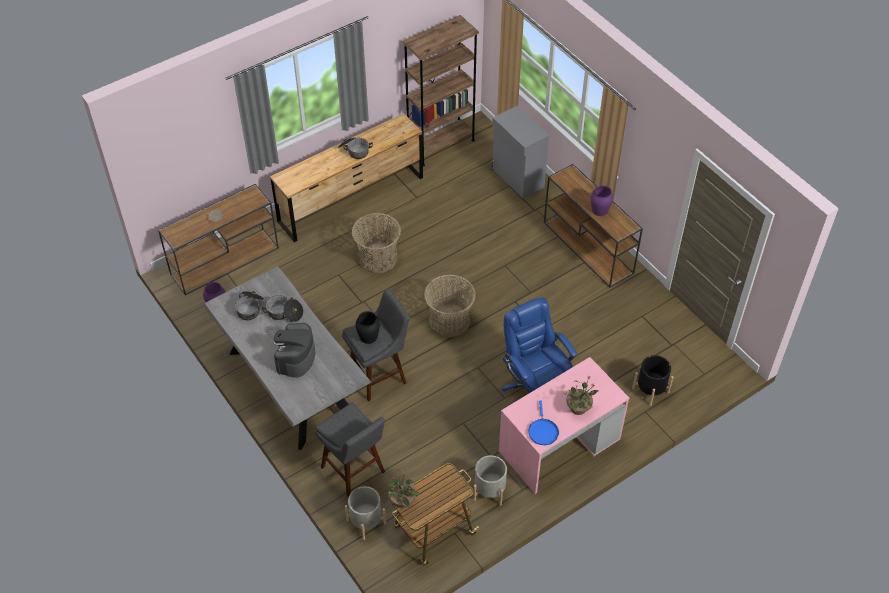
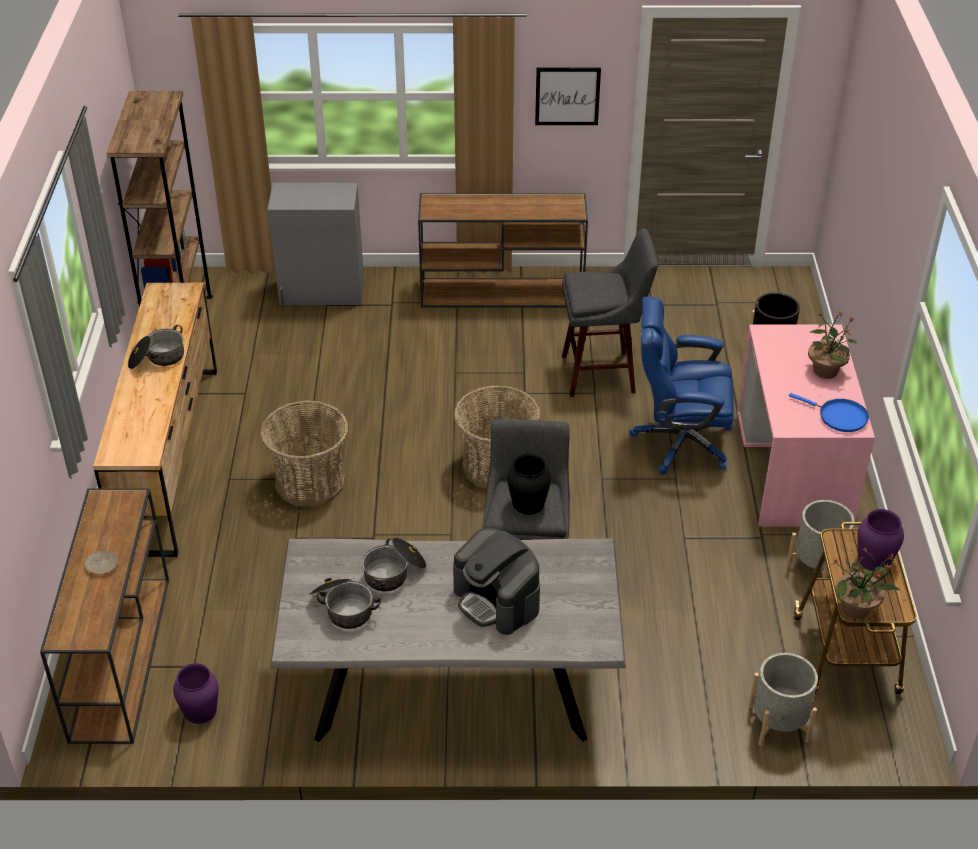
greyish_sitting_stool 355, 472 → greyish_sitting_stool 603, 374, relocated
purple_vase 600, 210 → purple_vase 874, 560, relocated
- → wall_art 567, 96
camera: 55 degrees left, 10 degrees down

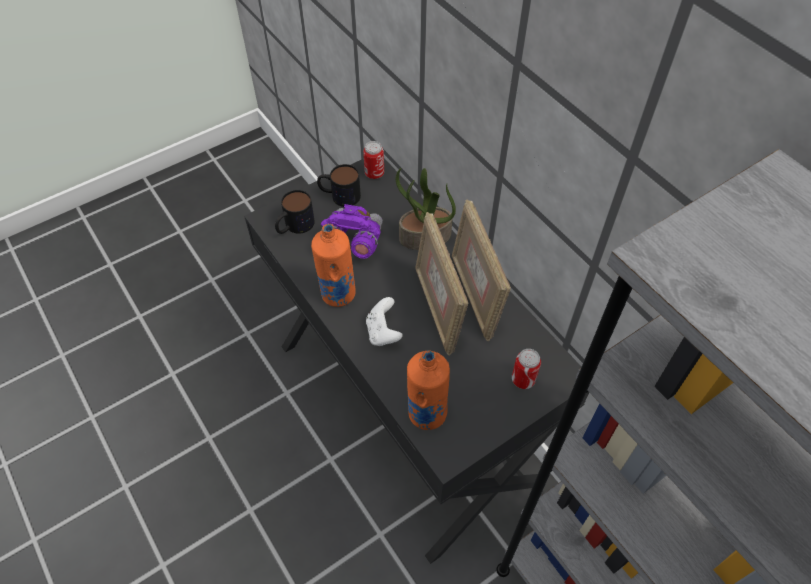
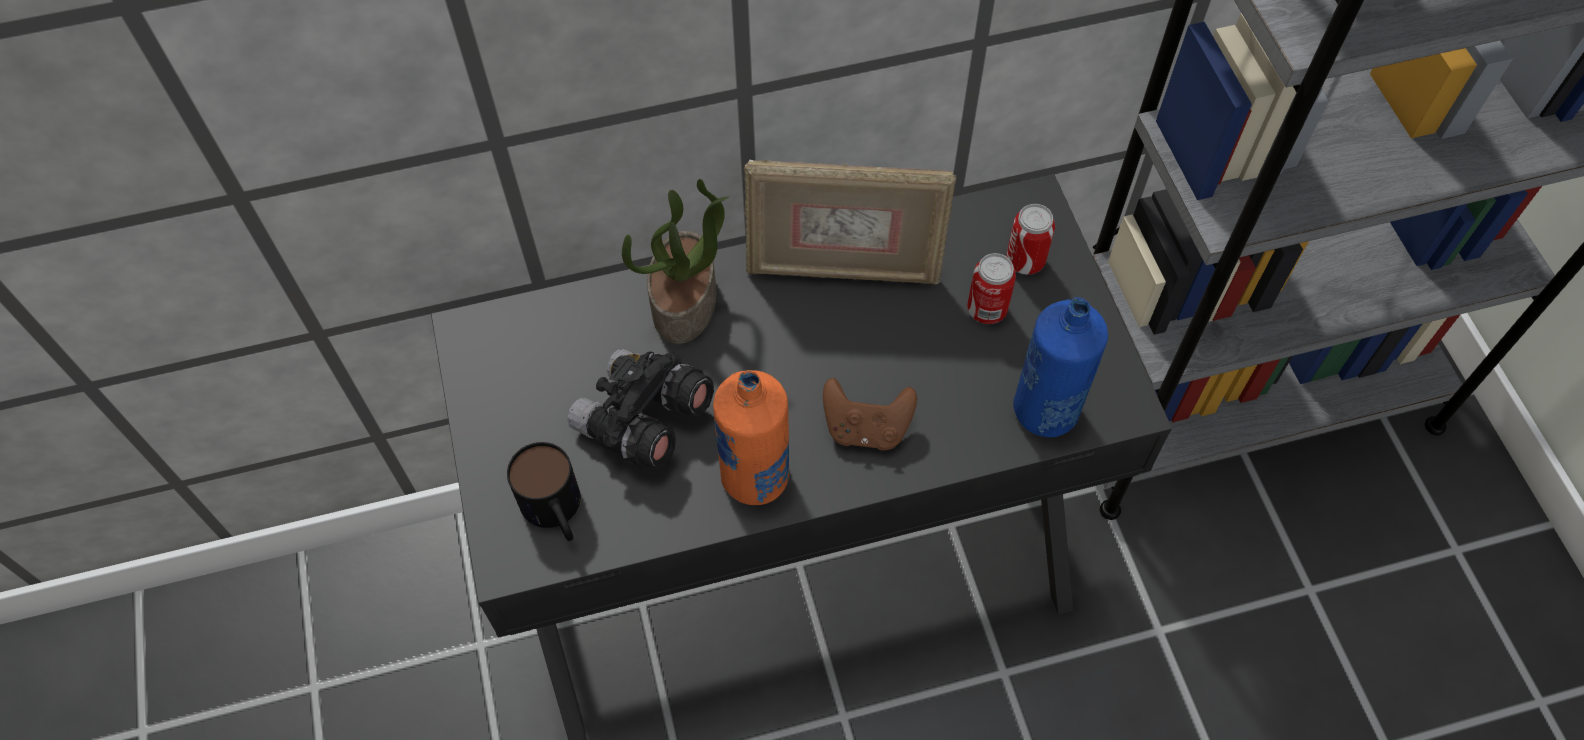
tea_mug 339, 195 → -
purple_field_glasses 352, 242 → black_field_glasses 643, 422
can 374, 173 → can 986, 310, relocated
white-coloured_gamepad 383, 332 → brownish_gamepad 866, 428
orange-coloured_drink_bottle 426, 413 → blue-coloured_drink_bottle 1045, 411
standing_frame 437, 309 → -
camera: 70 degrees left, 5 degrees up

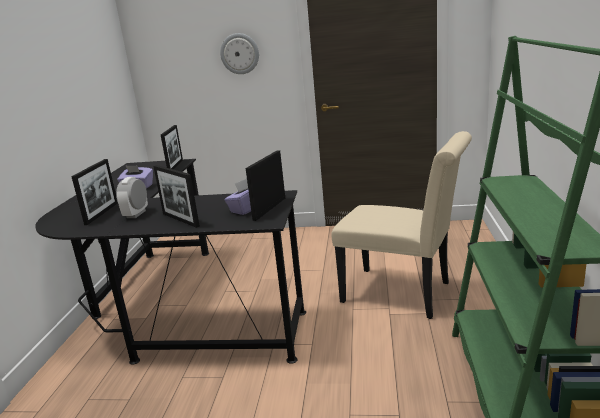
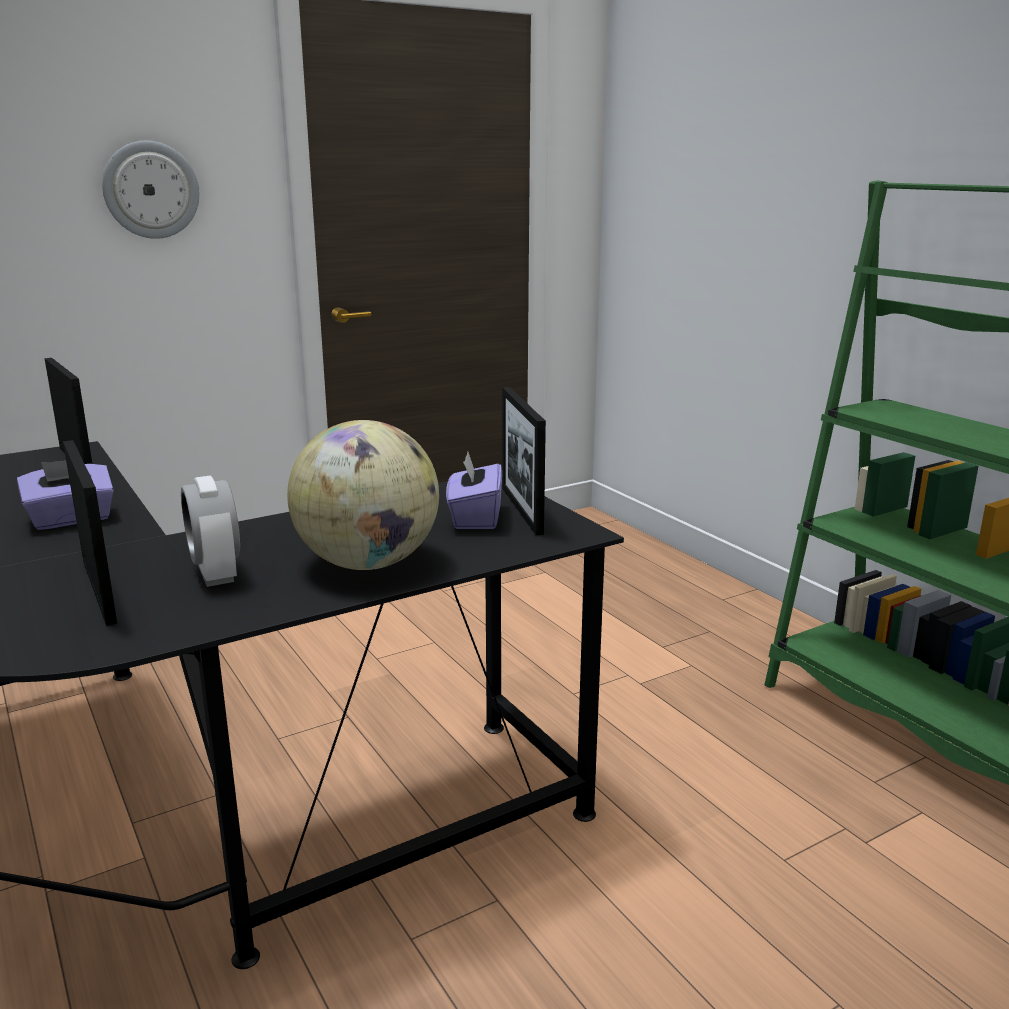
standing_frame 180, 220 → desk_globe 368, 563
sand-coloured_upright_chair 403, 294 → -
camera: 40 degrees left, 0 degrees up

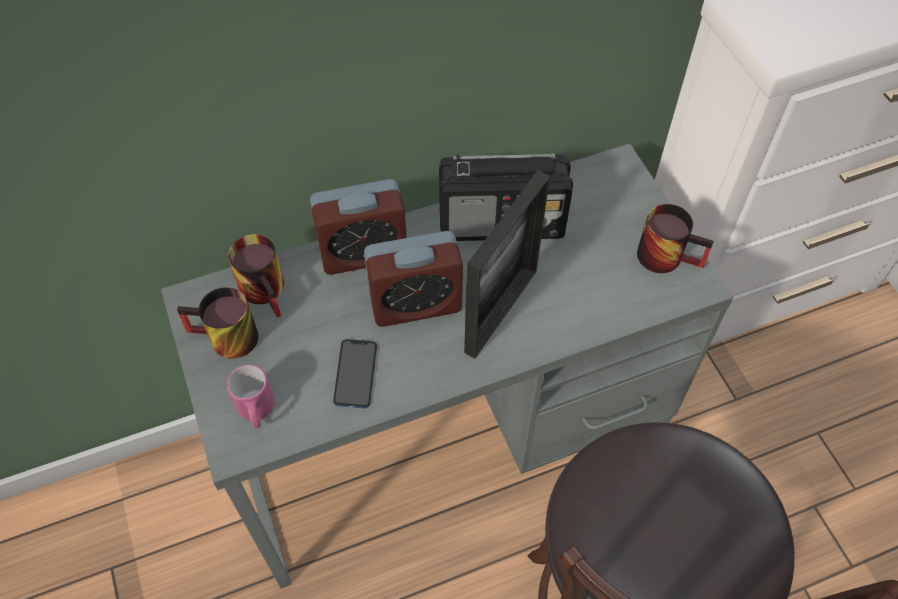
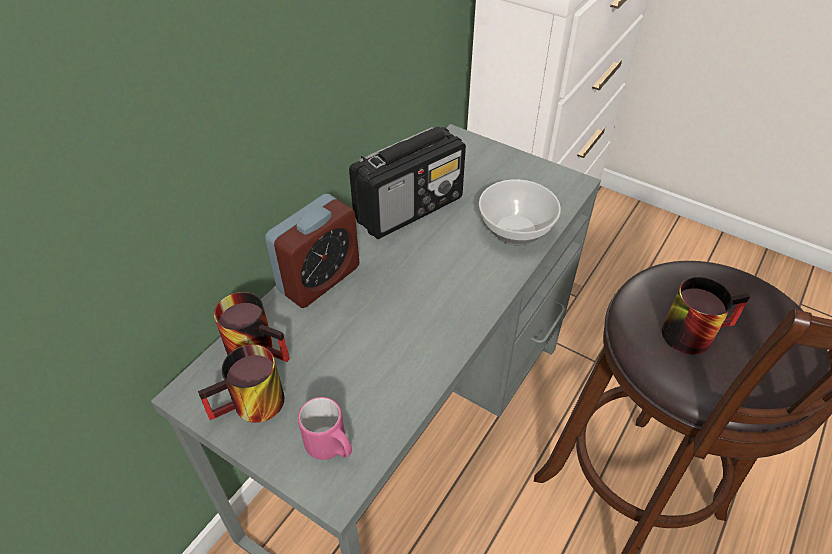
phone 355, 374 → -
alarm_clock 415, 304 → -
standing_frame 501, 311 → -
tea_mug 668, 254 → tea_mug 692, 329, relocated
- → deep_dish 514, 229
camera: 35 degrees left, 10 degrees down

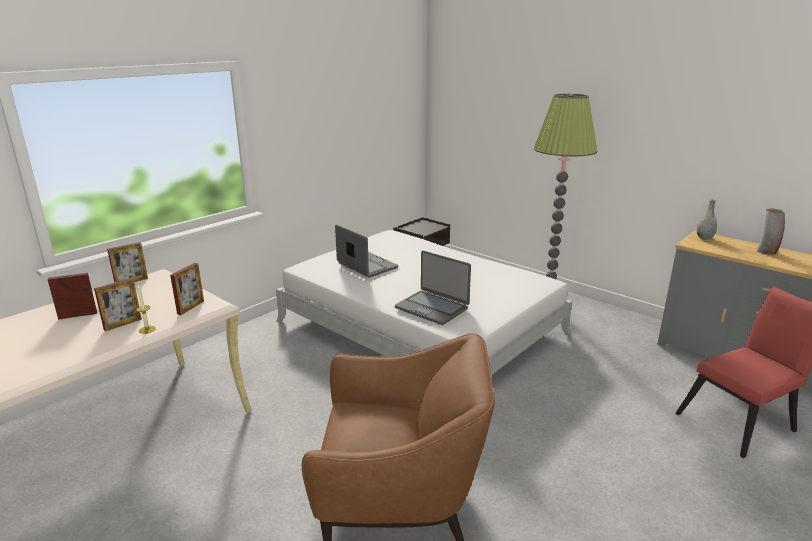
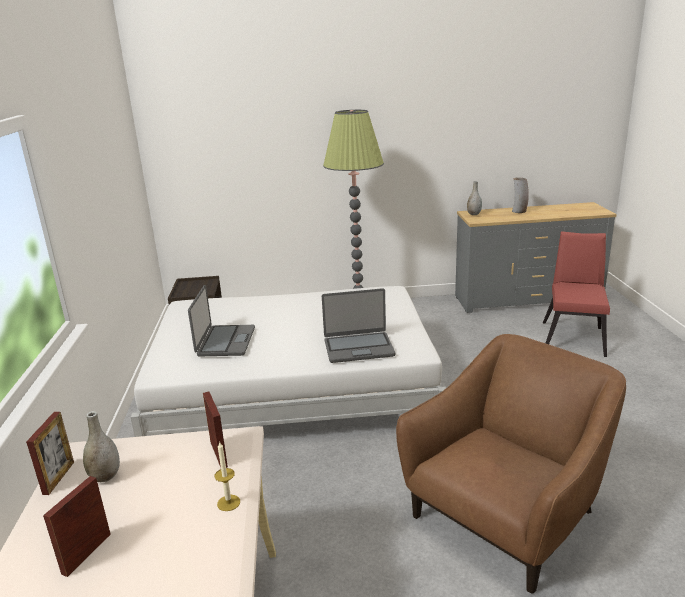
standing_frame 123, 324 → -
notebook_computer 366, 266 → notebook_computer 225, 341, 90 degrees clockwise
- → greyish_vase 105, 476
camera: 45 degrees left, 0 degrees up

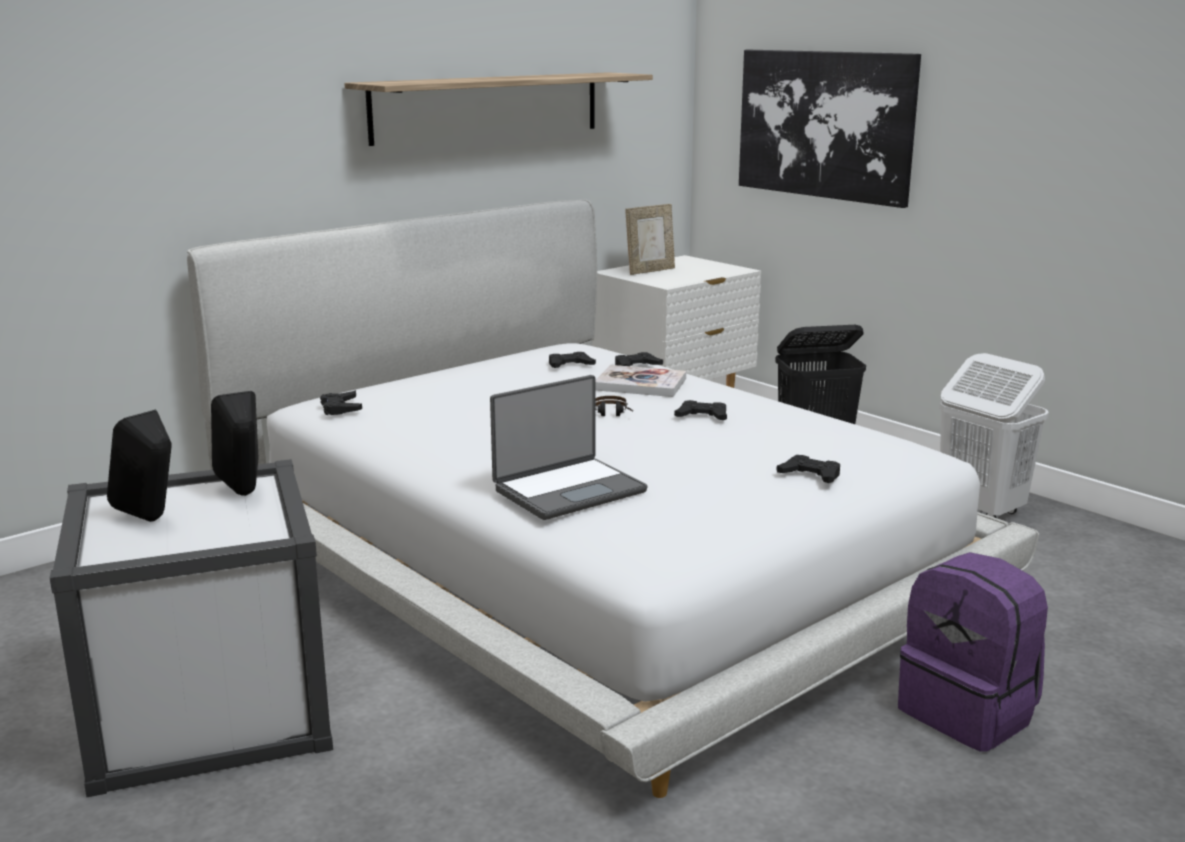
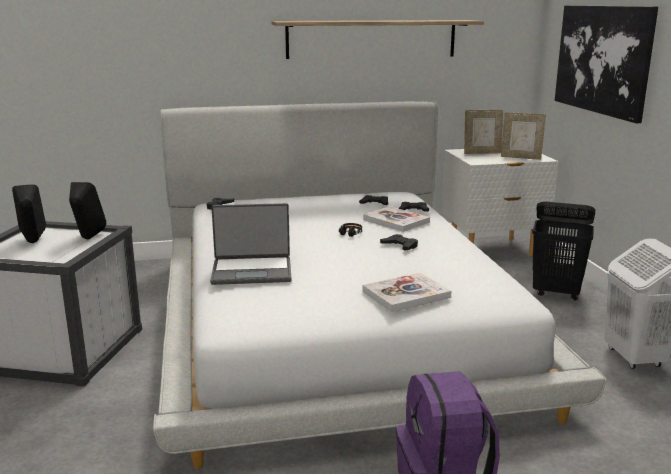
black_gamepad 810, 475 → bound_book 406, 294
- → standing_frame 521, 157
camera: 30 degrees right, 0 degrees up

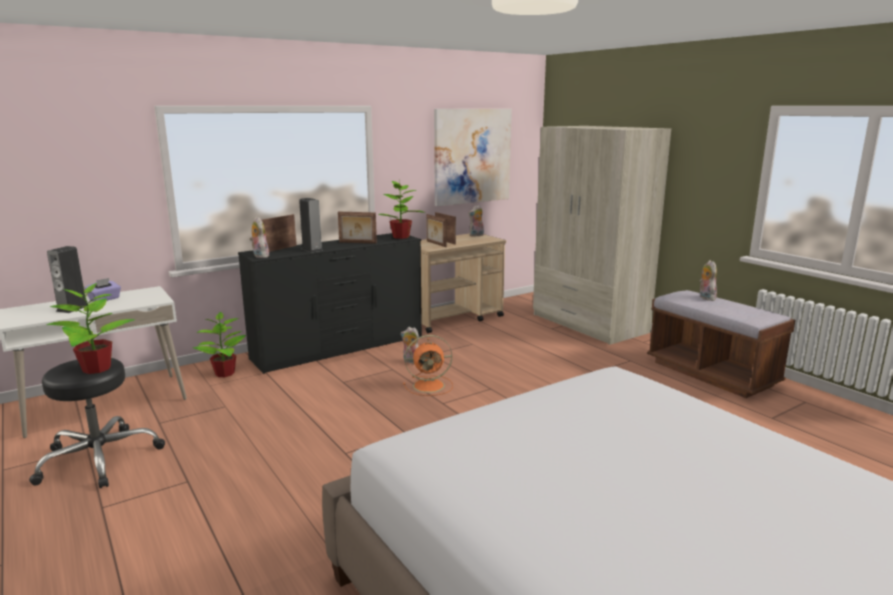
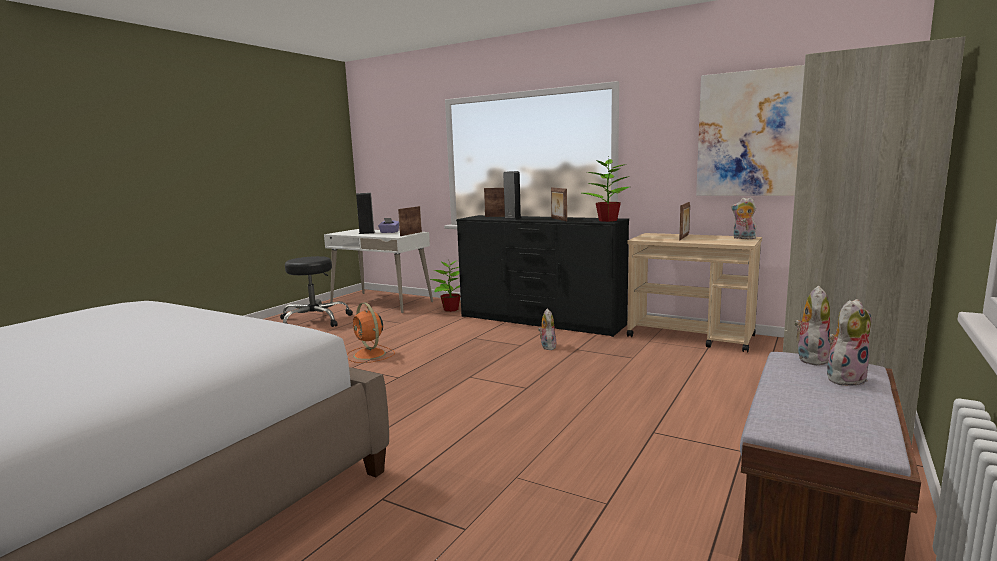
plant_in_a_pot 96, 369 → -
cuddly_toy 259, 256 → cuddly_toy 810, 358, relocated
orange-coloured_fan 430, 385 → orange-coloured_fan 370, 355, relocated
standing_frame 435, 244 → standing_frame 410, 234, relocated
camera: 65 degrees right, 5 degrees down

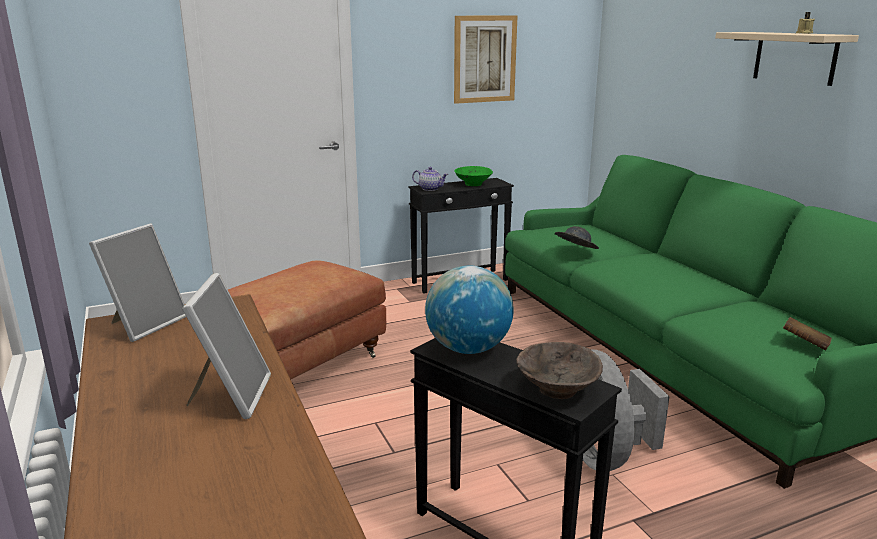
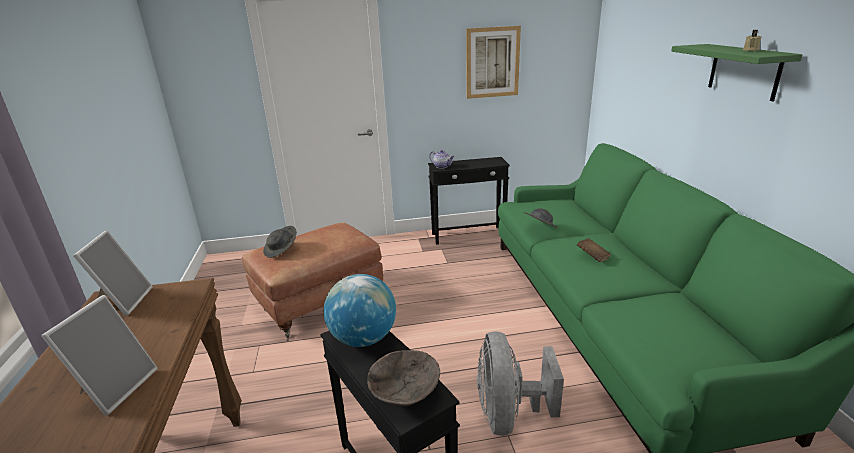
standing_frame 145, 324 → standing_frame 123, 302, 45 degrees counterclockwise
green-coloured_deep_dish 473, 184 → -
sand-coloured_shelf 795, 57 → green-coloured_shelf 744, 71
brownish_bound_book 804, 344 → brownish_bound_book 593, 257, relocated
- → greyish_wearable_hat 281, 250
camera: 15 degrees right, 5 degrees up

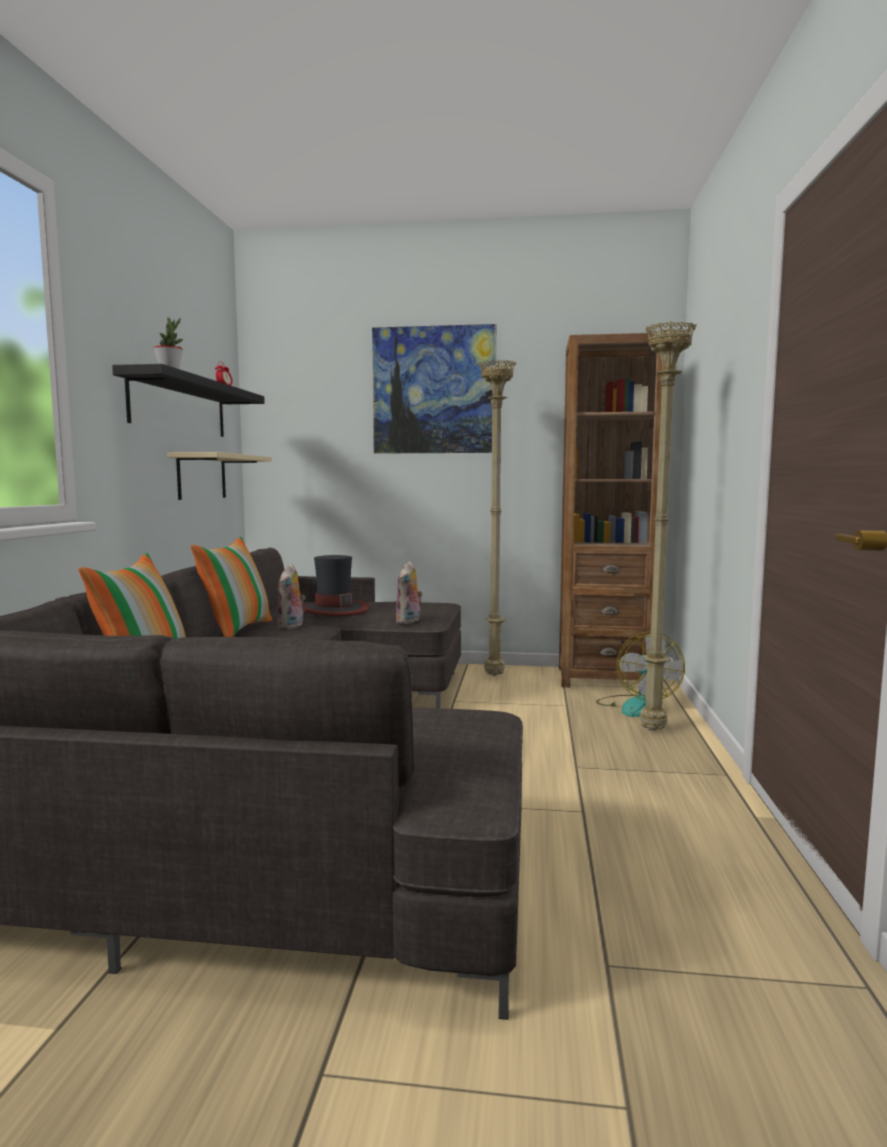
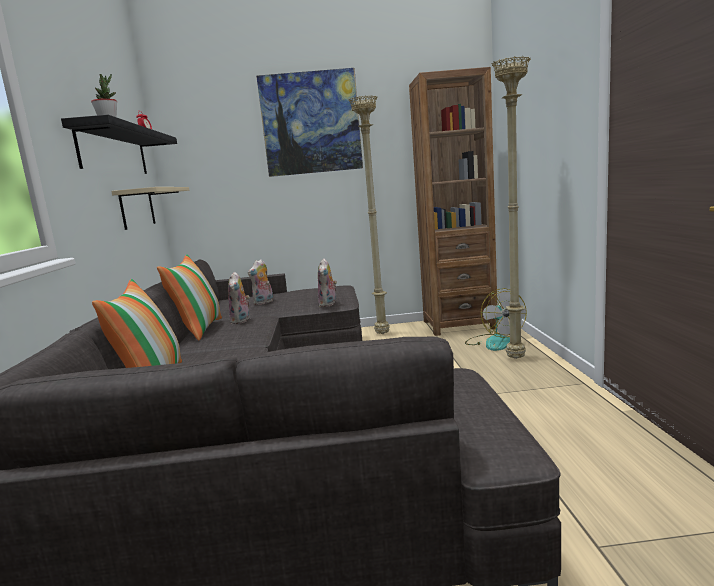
wearable_hat 333, 610 → cuddly_toy 264, 302
camera: 10 degrees left, 5 degrees up

